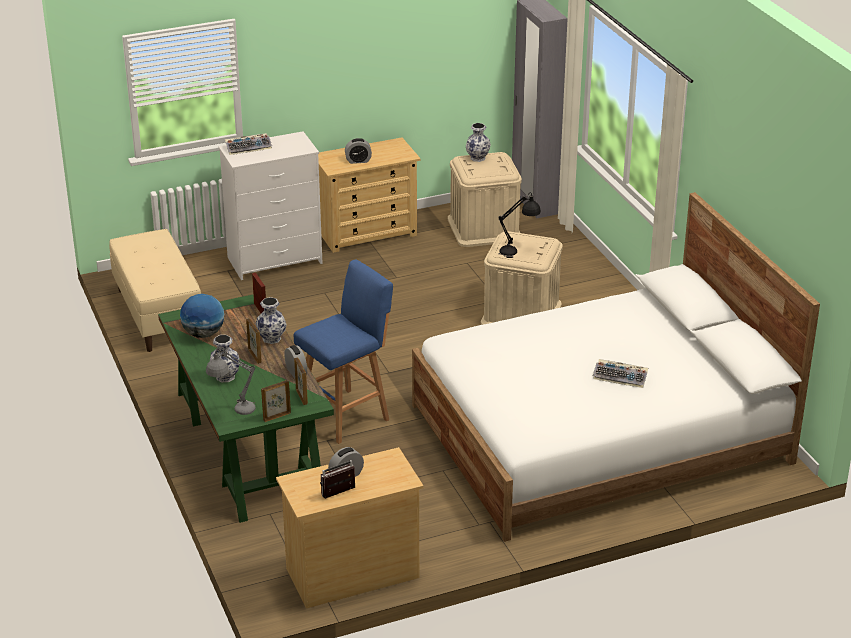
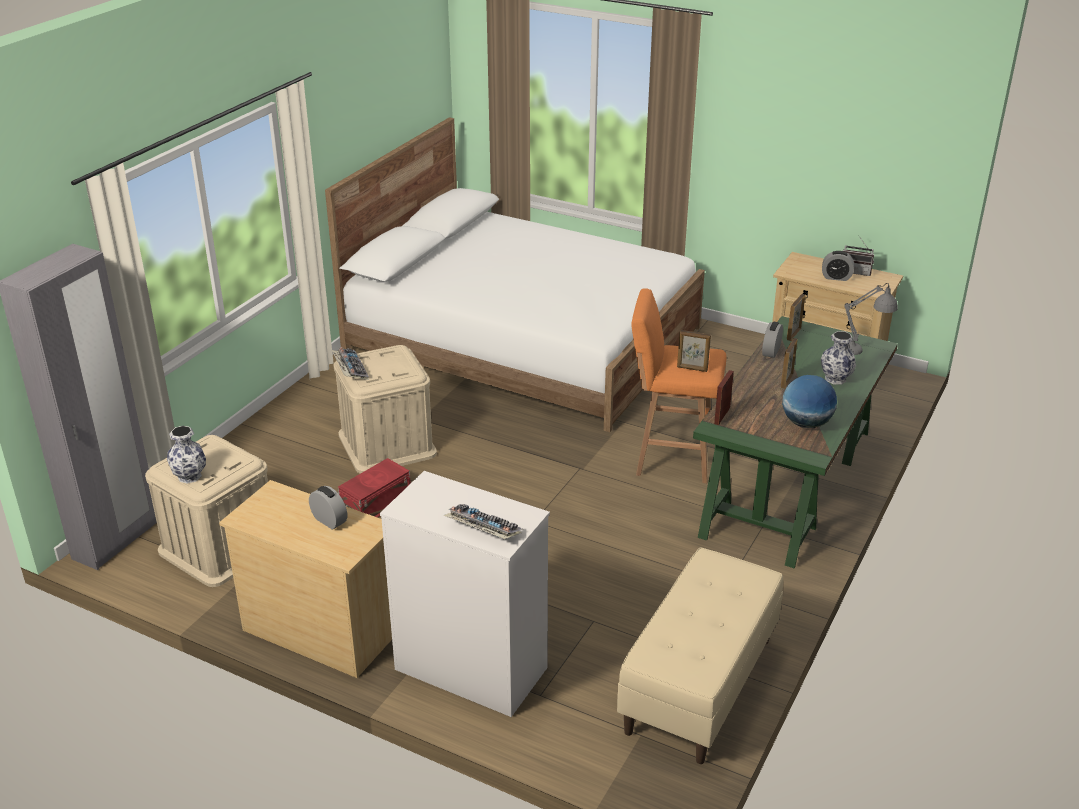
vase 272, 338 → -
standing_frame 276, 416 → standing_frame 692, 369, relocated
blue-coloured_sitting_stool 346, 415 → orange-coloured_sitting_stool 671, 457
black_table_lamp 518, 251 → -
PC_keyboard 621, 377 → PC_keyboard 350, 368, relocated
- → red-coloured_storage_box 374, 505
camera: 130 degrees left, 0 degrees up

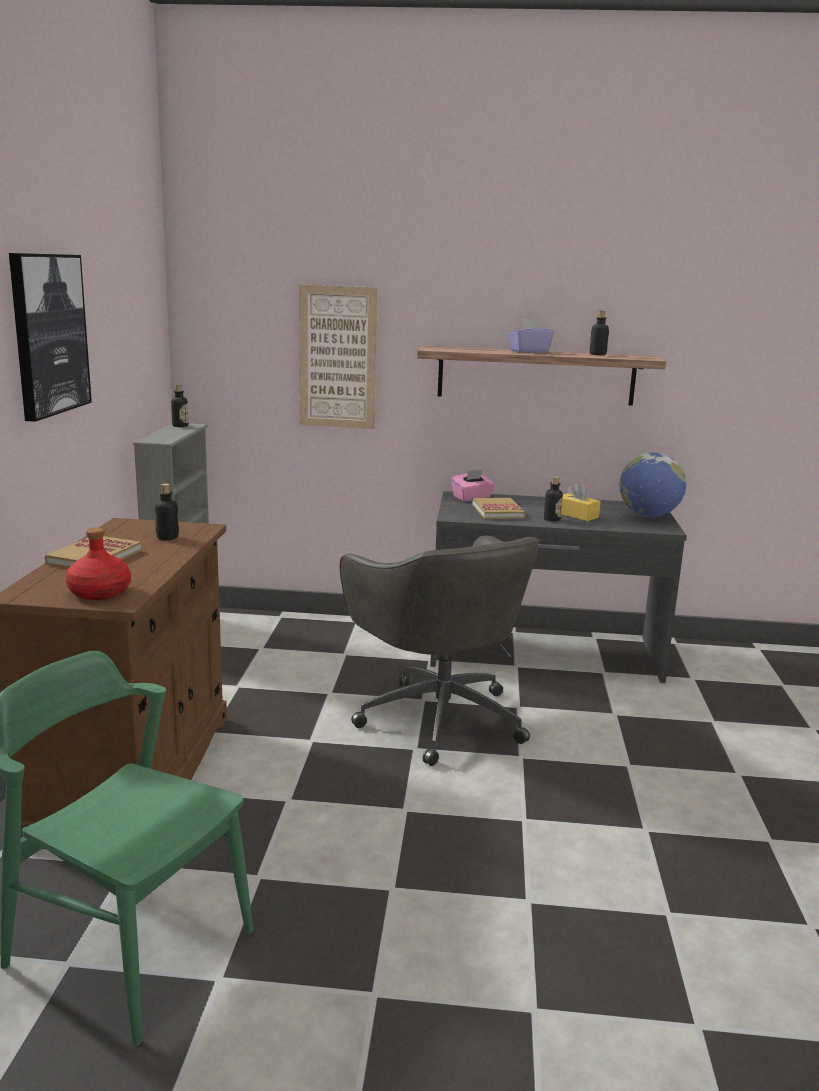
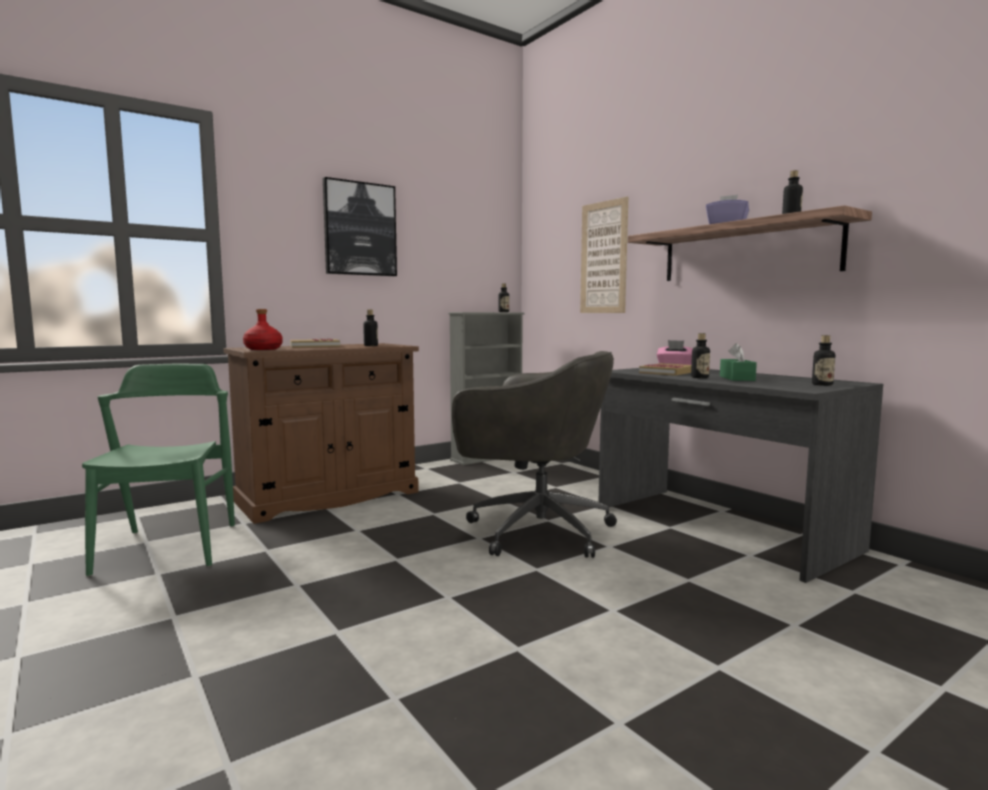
greyish_office_chair 438, 717 → greyish_office_chair 535, 530, 90 degrees counterclockwise
yellow_box_of_tissues 576, 515 → green-coloured_box_of_tissues 737, 378
desk_globe 648, 515 → drink_bottle 822, 384
camera: 50 degrees right, 10 degrees down

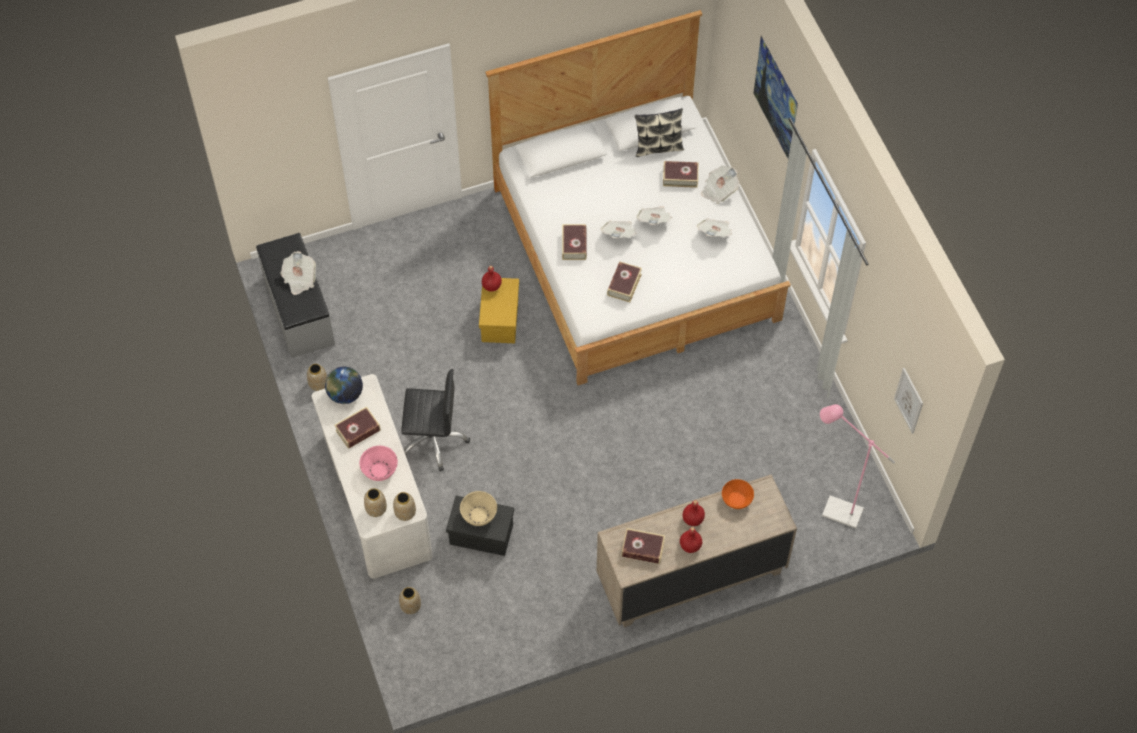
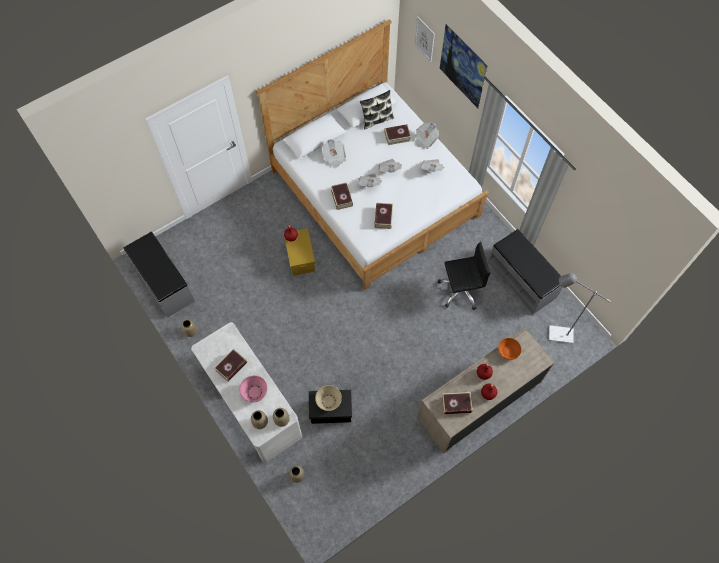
daily_paper 299, 279 → daily_paper 334, 157, relocated
desk_globe 345, 394 → -
black_office_chair 433, 439 → black_office_chair 461, 290, relocated
pink_standing_lamp 835, 510 → greyish_standing_lamp 555, 334
wall_art 909, 400 → wall_art 424, 39, relocated
- → greyish_bench 522, 279
camera: 15 degrees left, 5 degrees up

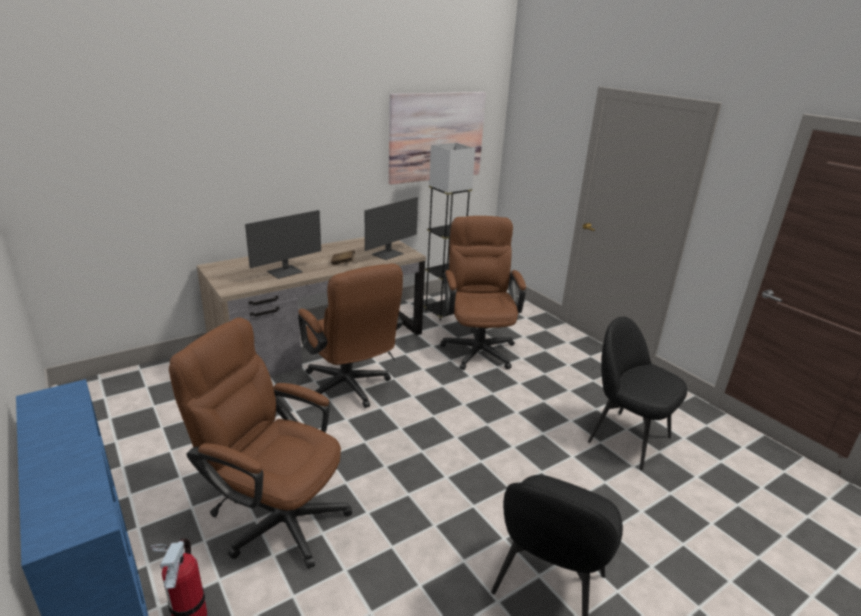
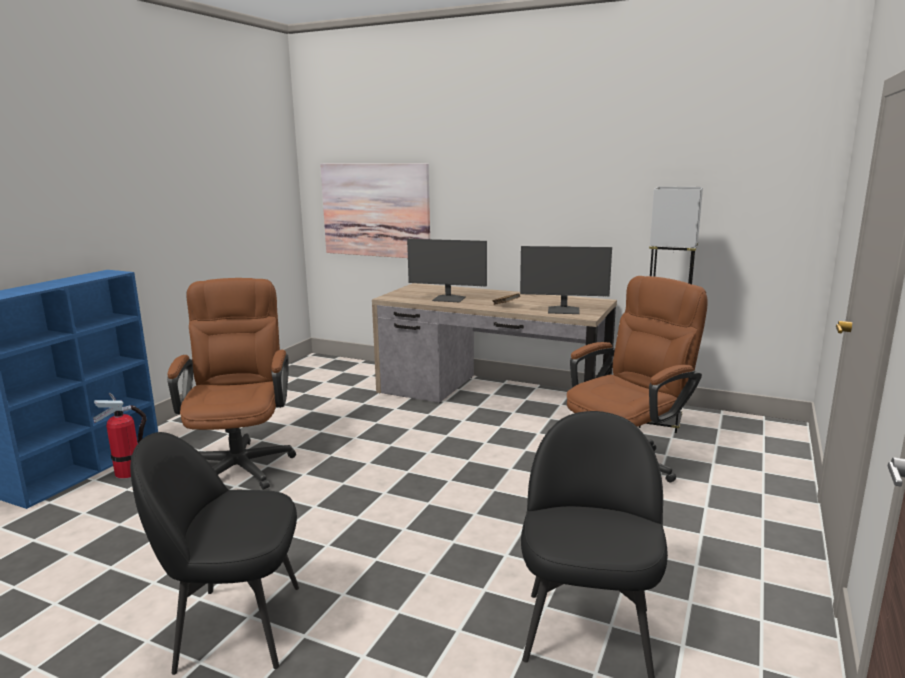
brownish_office_chair 350, 389 → -
wall_art 436, 136 → wall_art 375, 210, relocated
camera: 60 degrees right, 10 degrees down

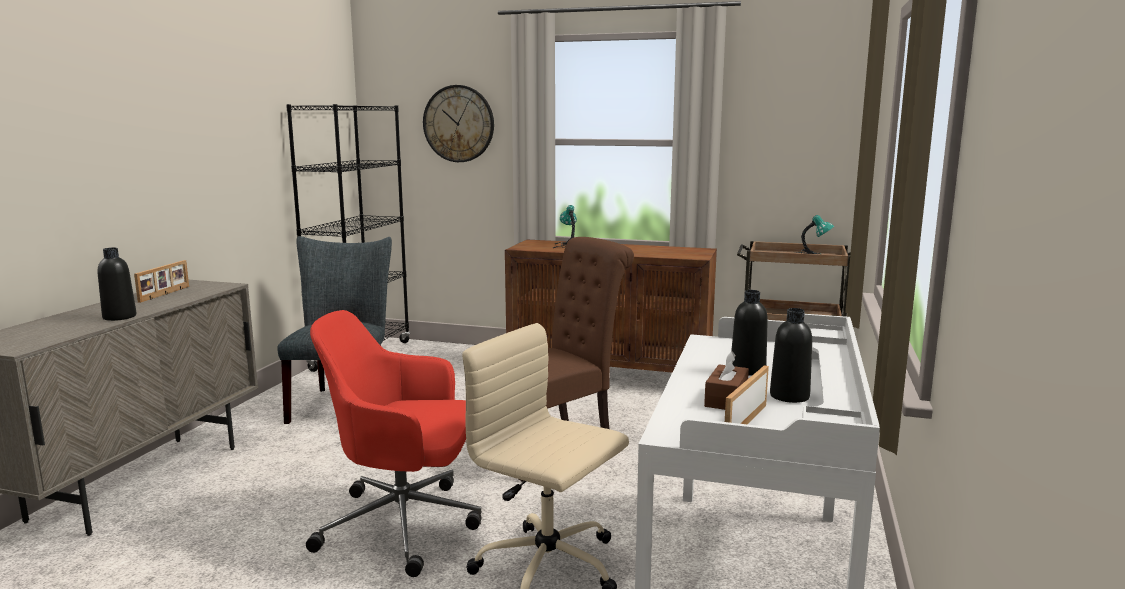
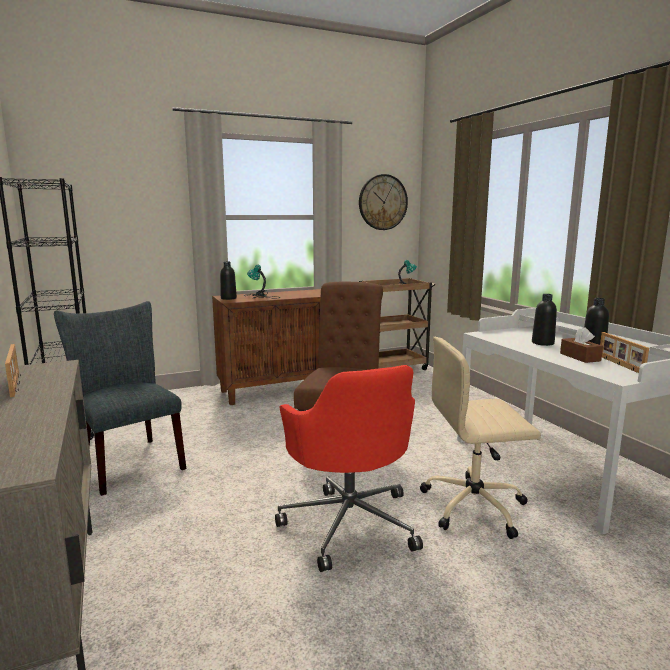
black_drink_bottle 119, 317 → black_drink_bottle 228, 298, relocated
red-coloured_office_chair 405, 525 → red-coloured_office_chair 349, 522, 75 degrees counterclockwise
clock_on_the_wall 458, 124 → clock_on_the_wall 383, 202, relocated
camera: 40 degrees left, 0 degrees up

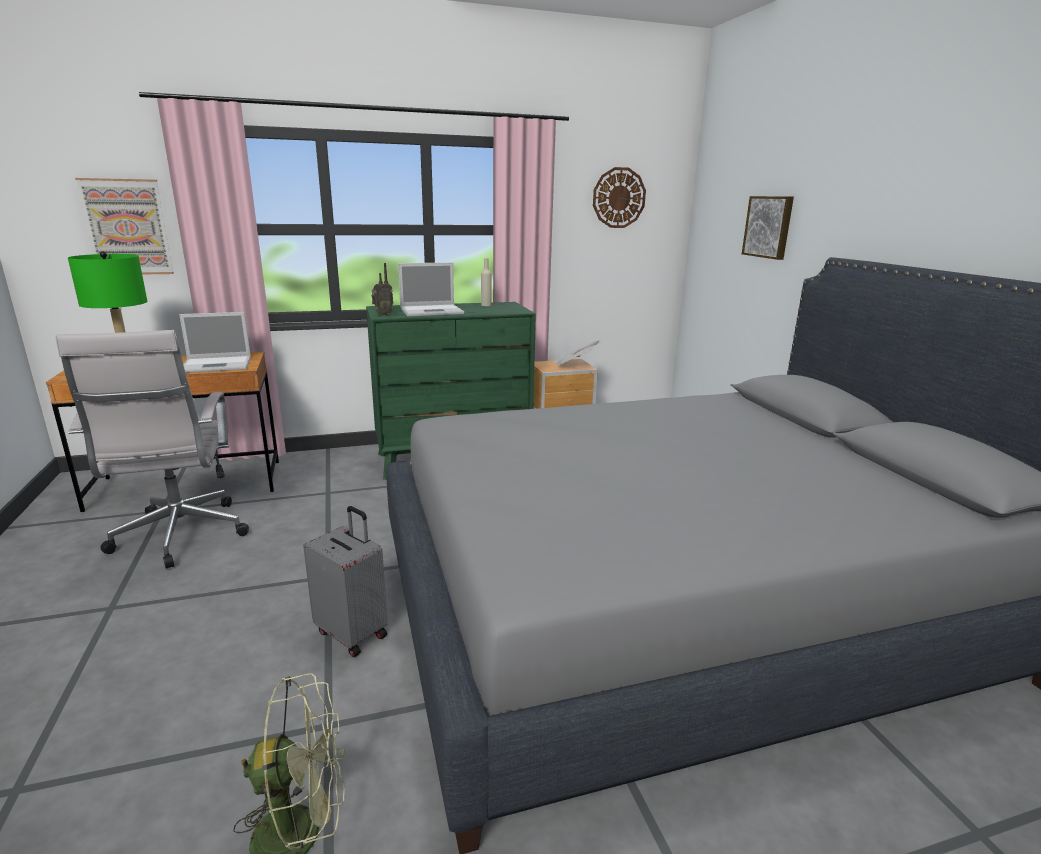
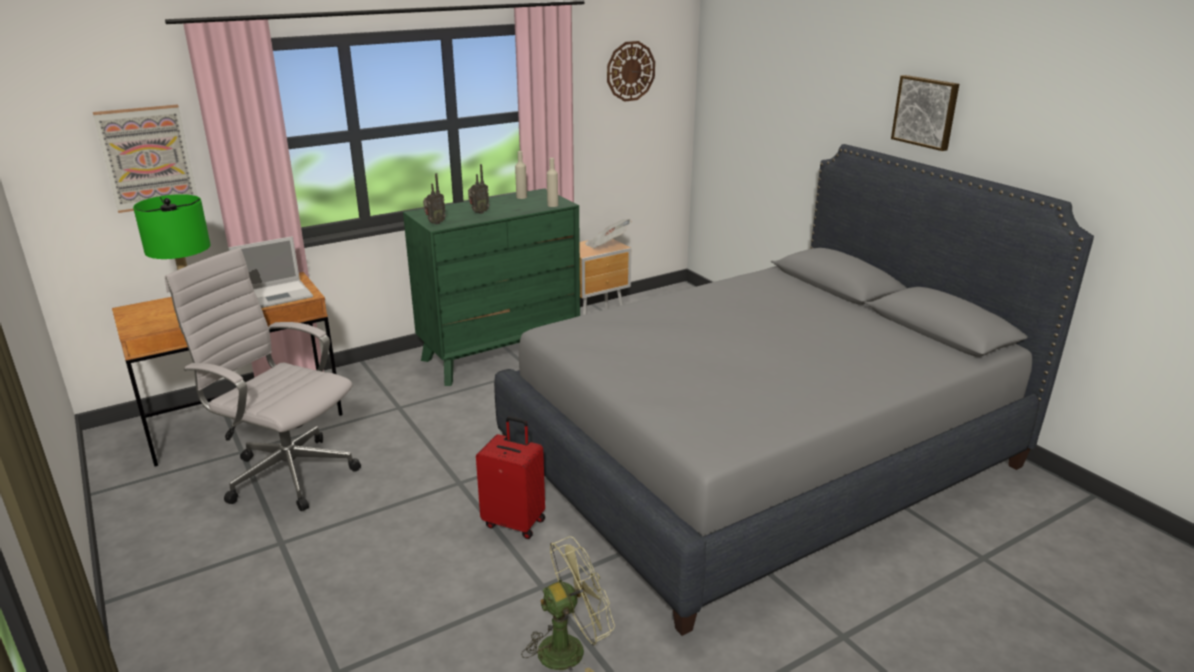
white-coloured_office_chair 180, 537 → white-coloured_office_chair 287, 473, 150 degrees clockwise
greyish_suitcase 353, 633 → red-coloured_suitcase 515, 522
notebook_computer 433, 311 → radio_set 478, 212
wall_art 769, 227 → wall_art 926, 112, relocated
- → sand-coloured_drink_bottle 552, 205
camera: 15 degrees left, 5 degrees up

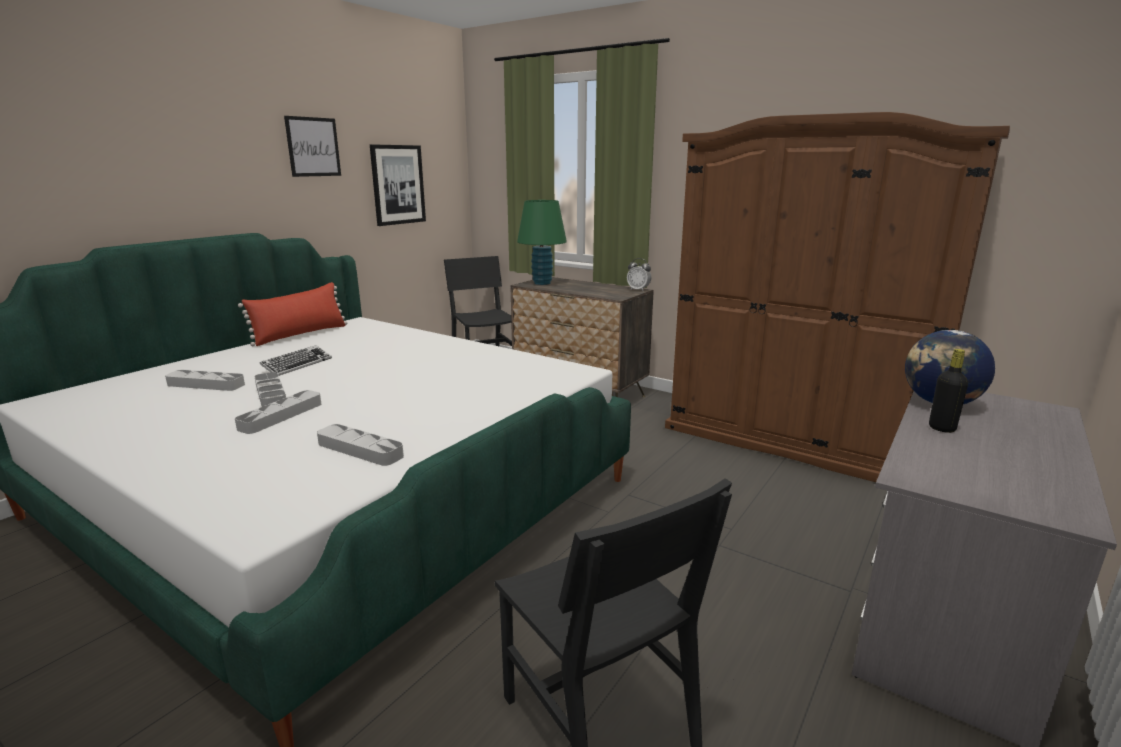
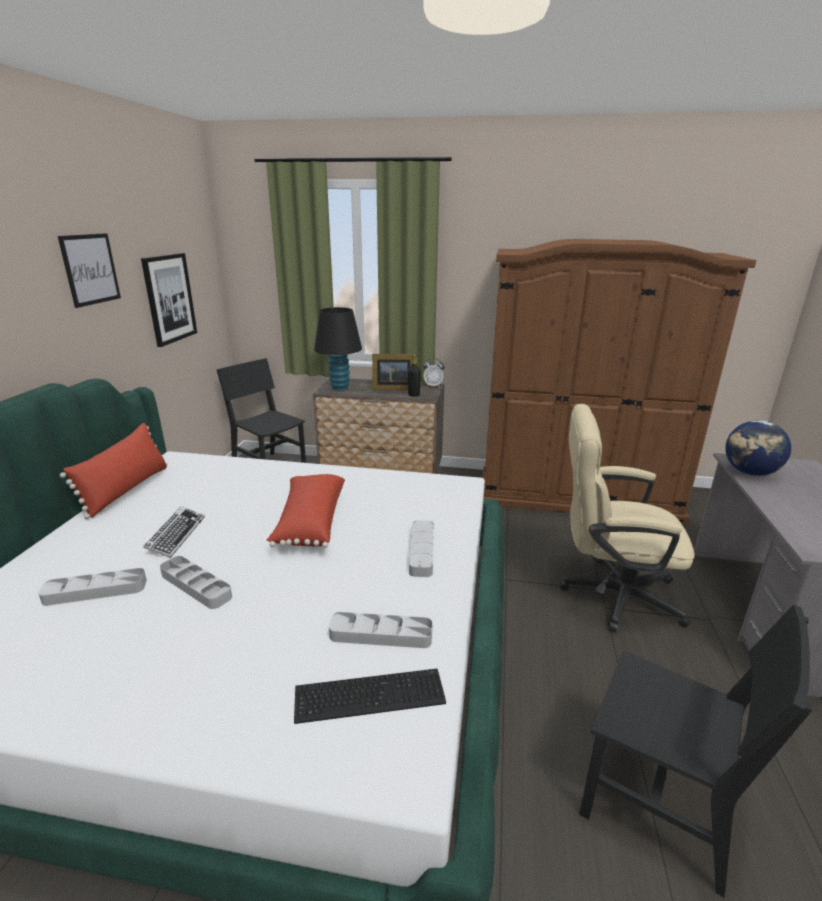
greyish_carrying_tray 281, 416 → greyish_carrying_tray 421, 551, relocated
green-coloured_table_lamp 542, 283 → black_table_lamp 340, 387
black_drink_bottle 942, 428 → black_drink_bottle 413, 395, relocated
- → red-coloured_cushion 309, 522
- → PC_keyboard 367, 693
- → standing_frame 392, 388
- → sand-coloured_office_chair 609, 594
camera: 25 degrees left, 5 degrees up

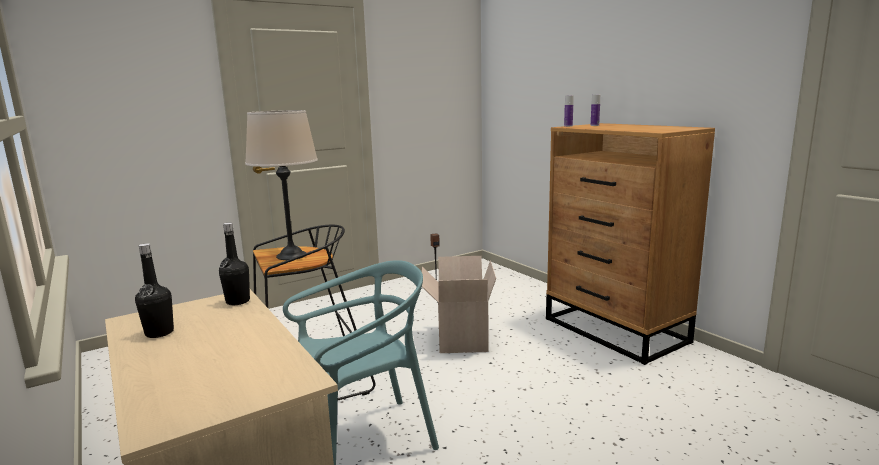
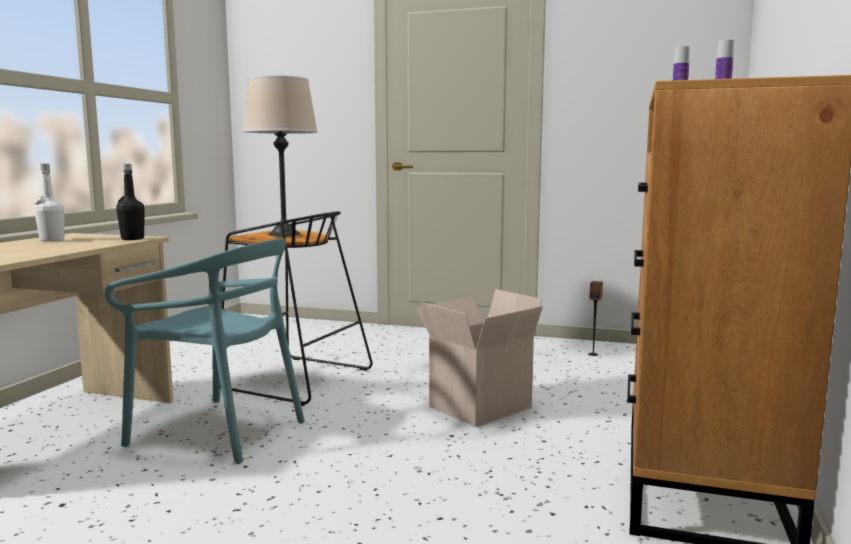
black_drink_bottle 159, 333 → white-coloured_drink_bottle 52, 240
camera: 50 degrees right, 5 degrees down

